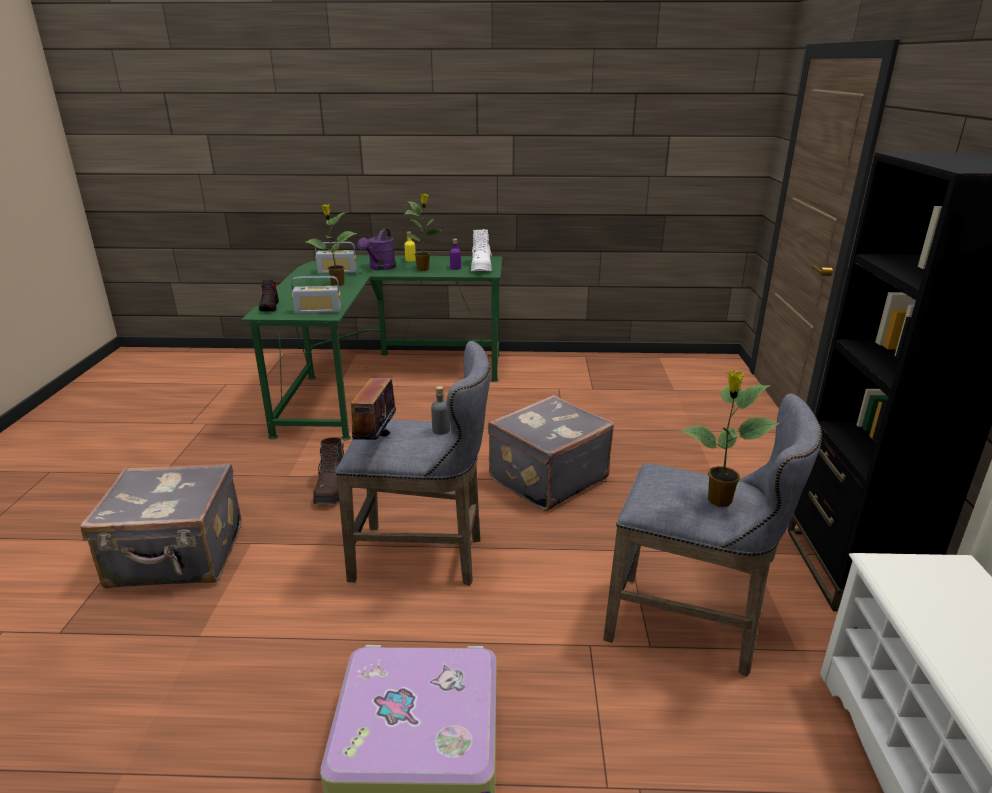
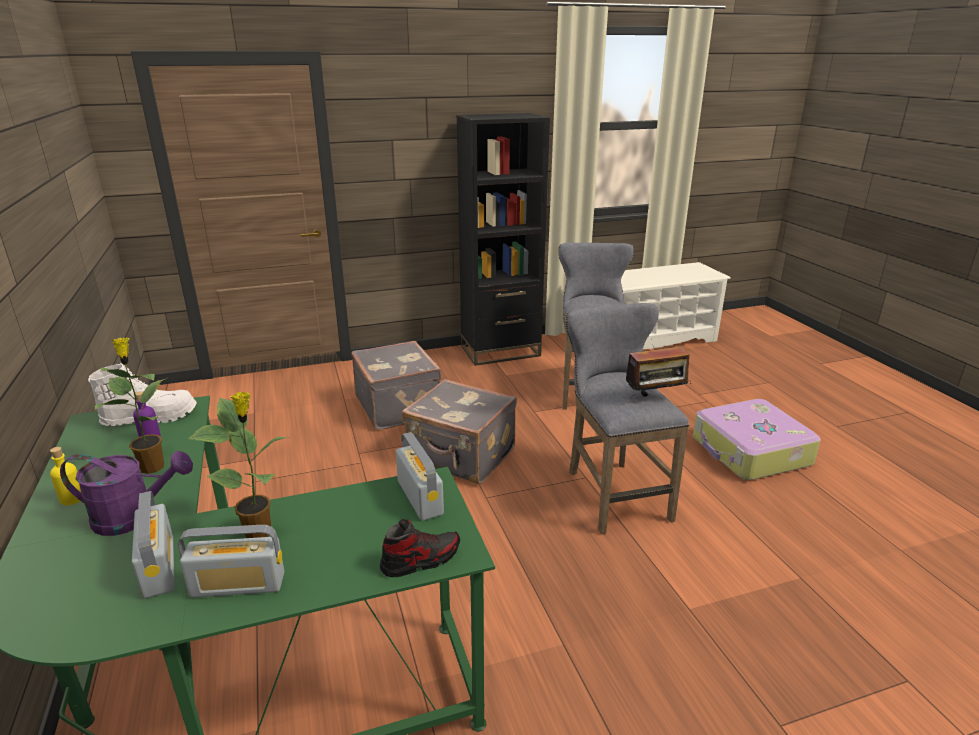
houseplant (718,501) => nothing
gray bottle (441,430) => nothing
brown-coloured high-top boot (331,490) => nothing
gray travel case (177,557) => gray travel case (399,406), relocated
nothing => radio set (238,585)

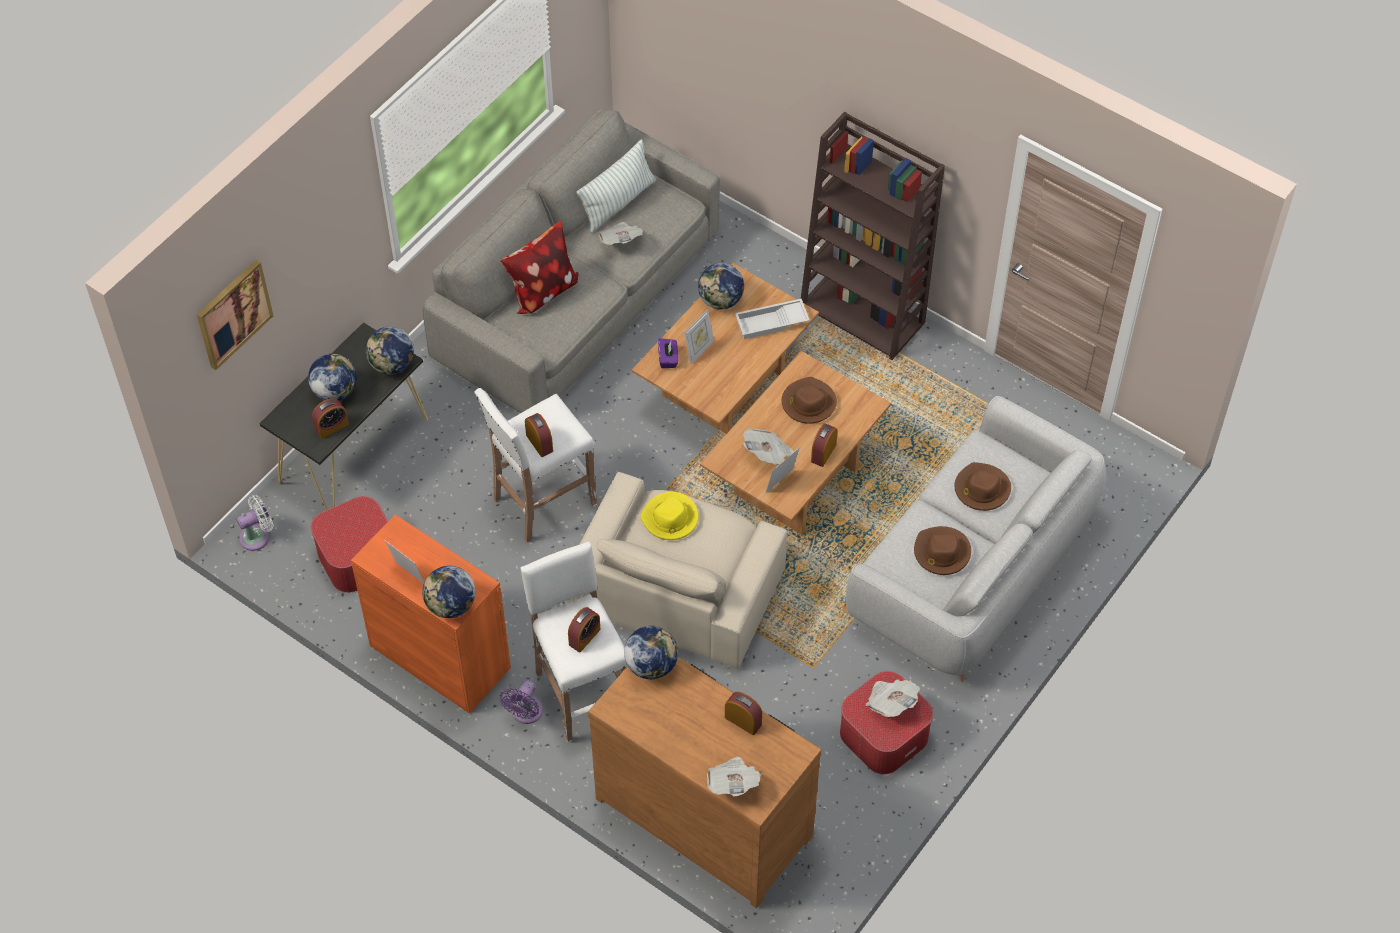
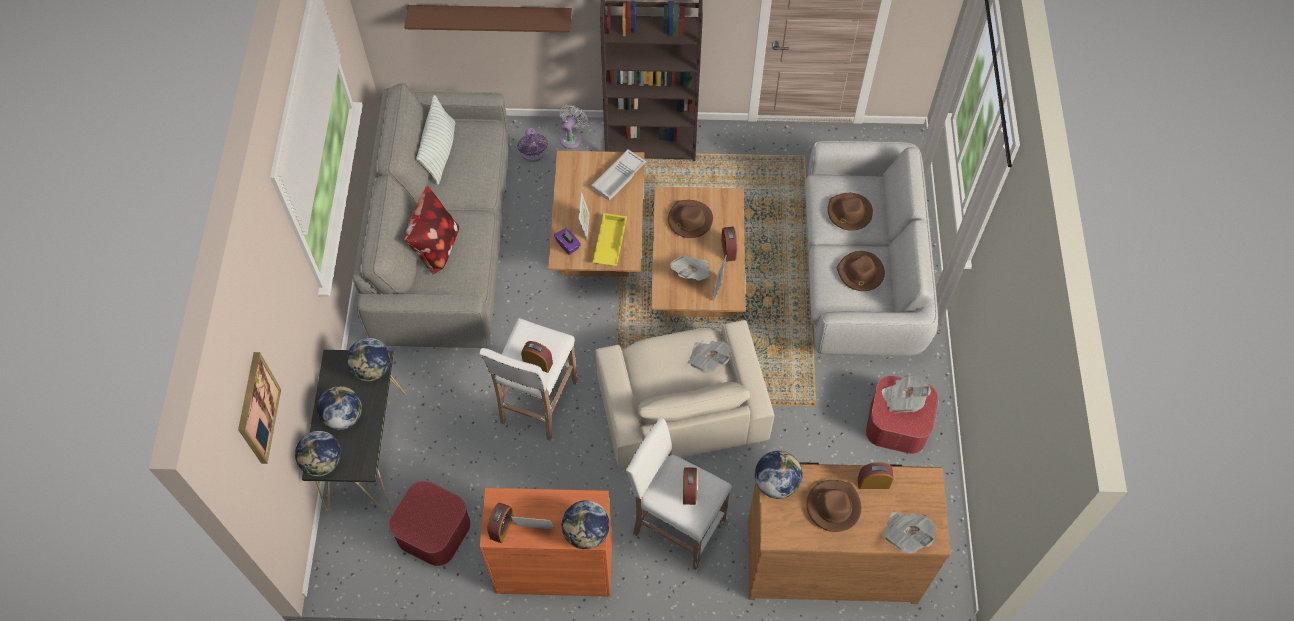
newspaper (621,241) => newspaper (708,360), relocated
desk globe (721,300) => desk globe (323,462), relocated
table clock (331,427) => table clock (502,527), relocated
yellowish hat (670,518) => nothing
whitish fan (257,536) => whitish fan (572,137), relocated
purple fan (525,713) => purple fan (533,155), relocated
nothing => brown-coloured bracket shelf (491,17)
nothing => yellowish serving tray (609,242)
nothing => brown-coloured hat (833,506)

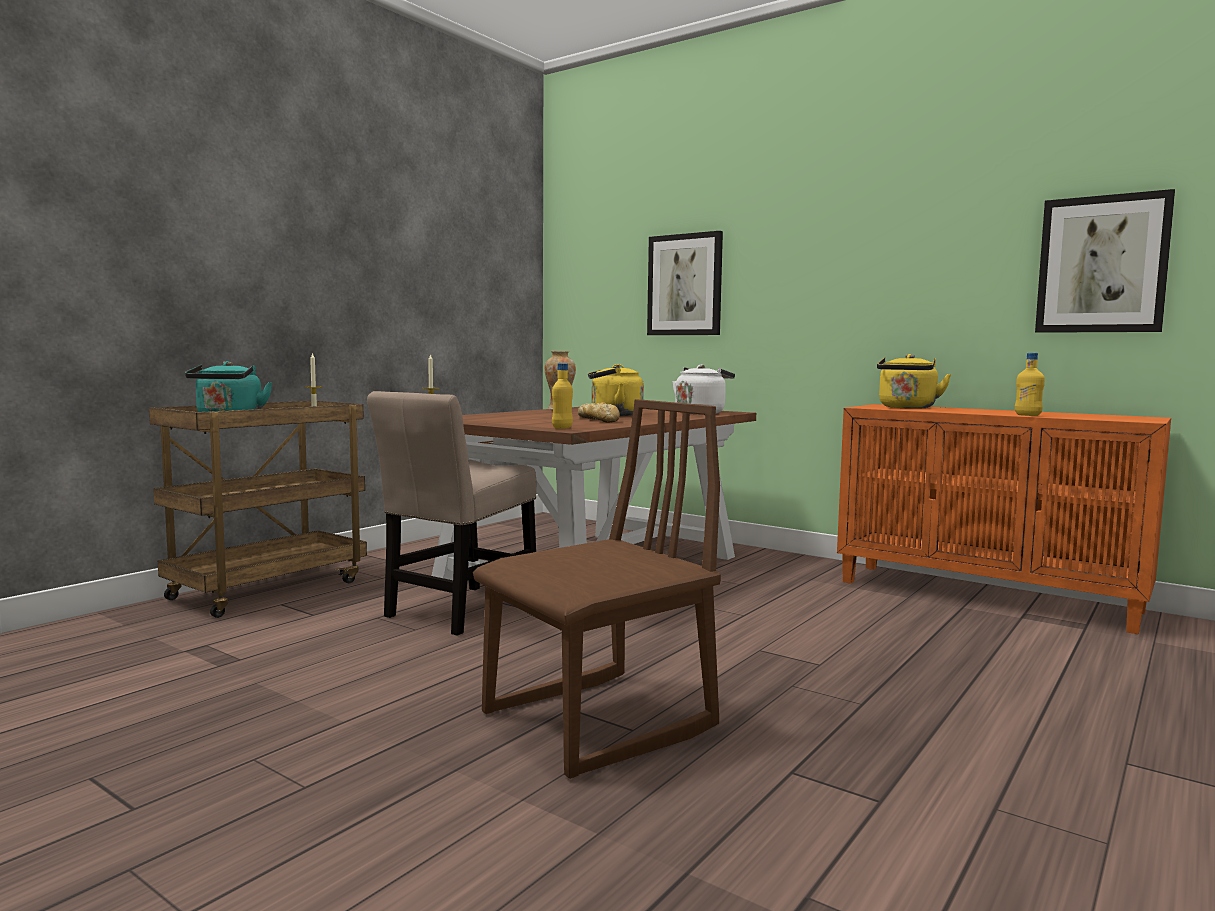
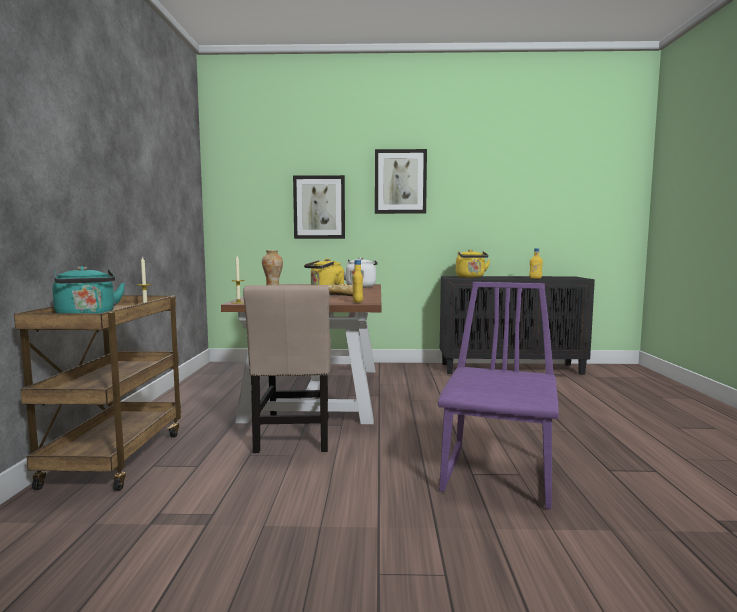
wall picture (1102,265) => wall picture (400,182), relocated
brown-coloured upright chair (599,722) => purple upright chair (499,476)
orangey cabinet (987,596) => black cabinet (511,368)

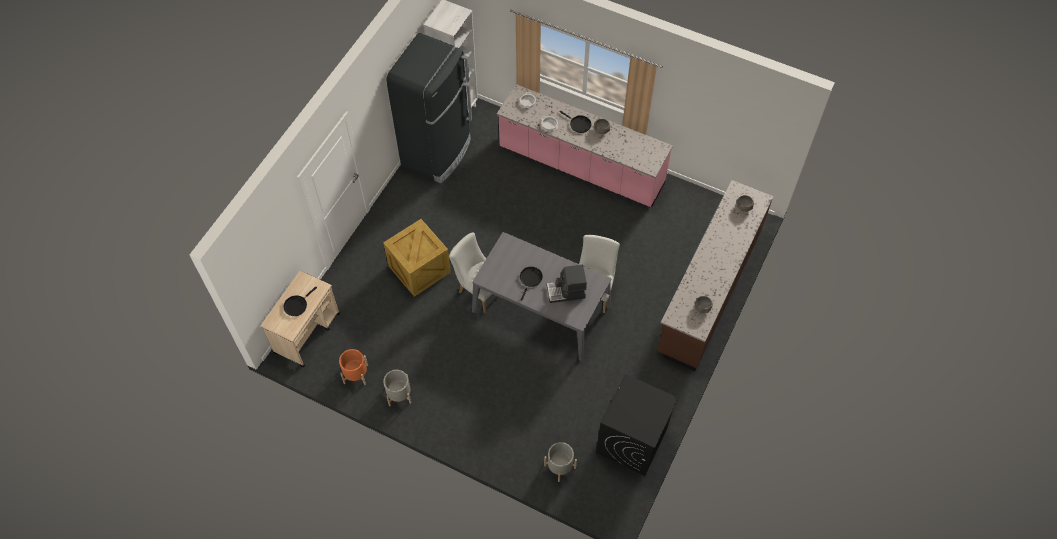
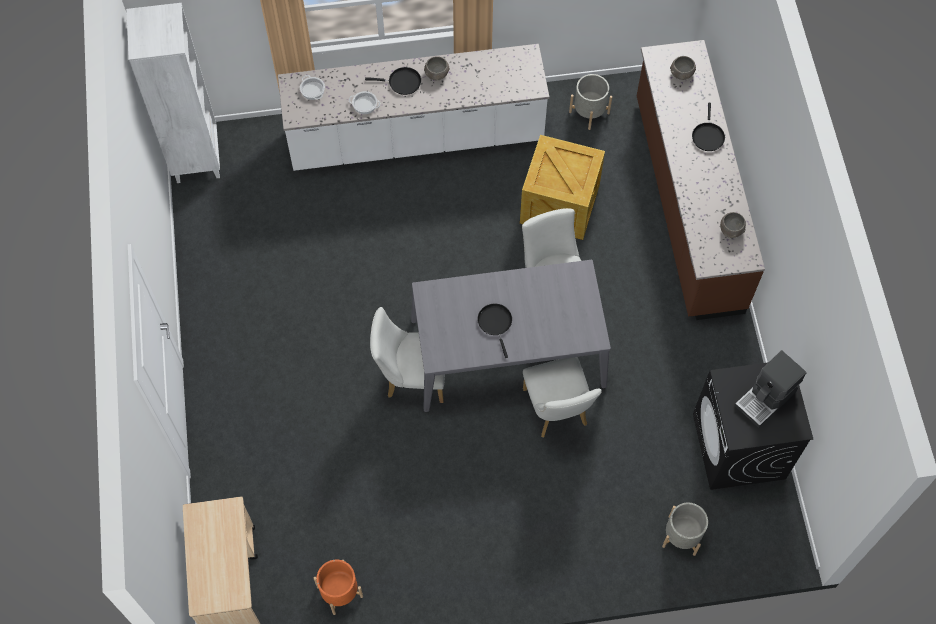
black refrigerator (437,153) => nothing
pink-coloured kitchen base unit (581,167) => whitish kitchen base unit (416,139)
shipping crate (419,268) => shipping crate (559,203), relocated
coffee maker (566,292) => coffee maker (766,398), relocated
black frying pan (297,305) => black frying pan (707,136), relocated
gray plant pot (399,394) => gray plant pot (589,112), relocated
nothing => whitish upright chair (557,411)

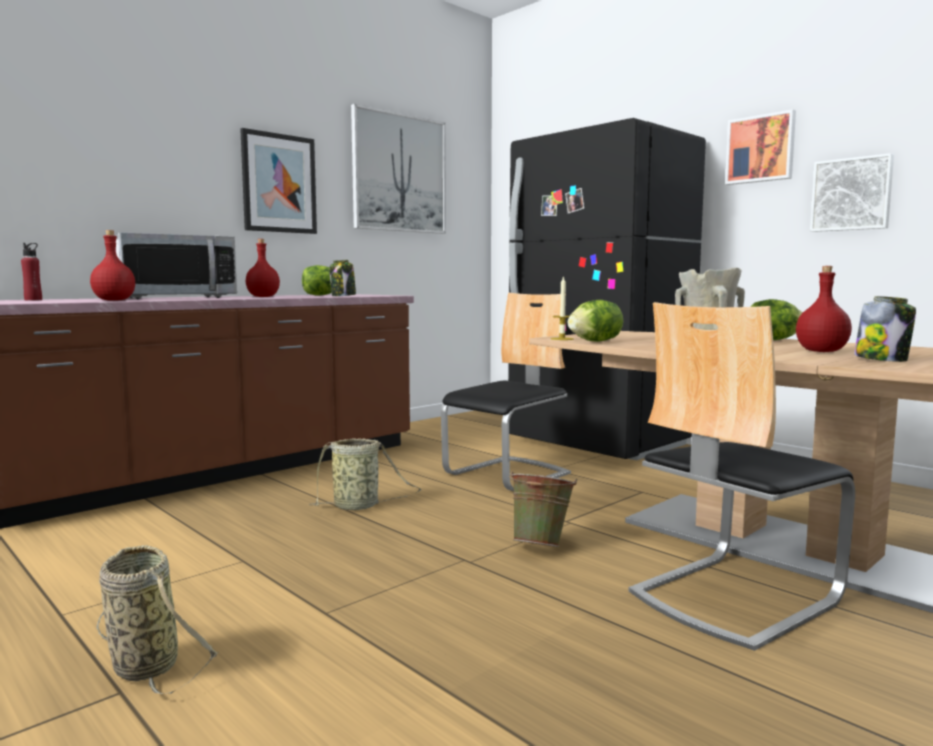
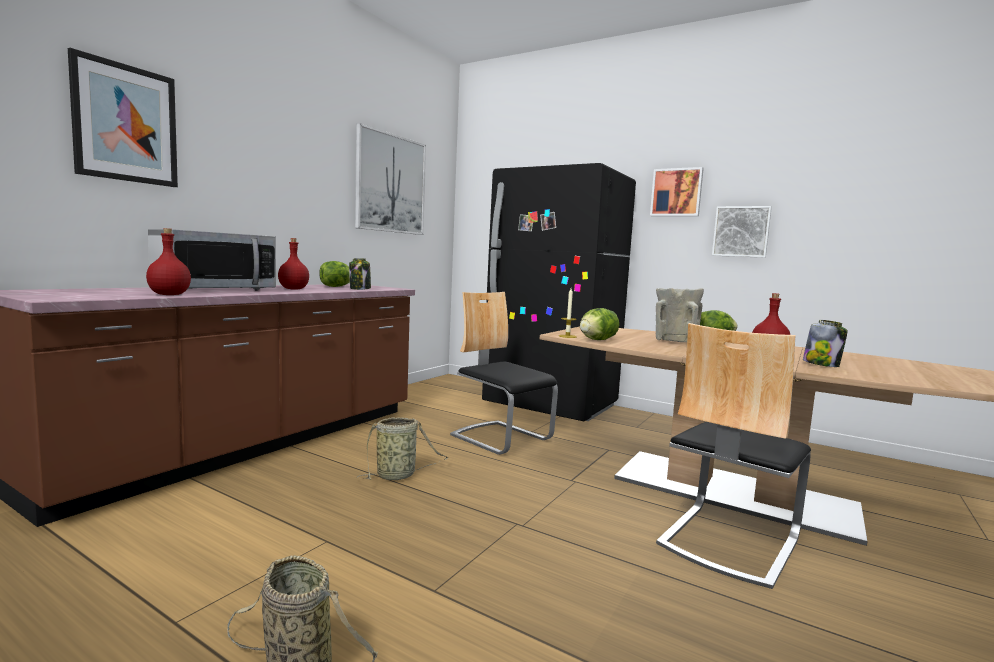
wall picture (279,183) => wall picture (125,123), relocated
red bottle (33,300) => nothing
upright chair (508,474) => upright chair (501,438), 75 degrees counterclockwise
greenish pail (541,545) => nothing

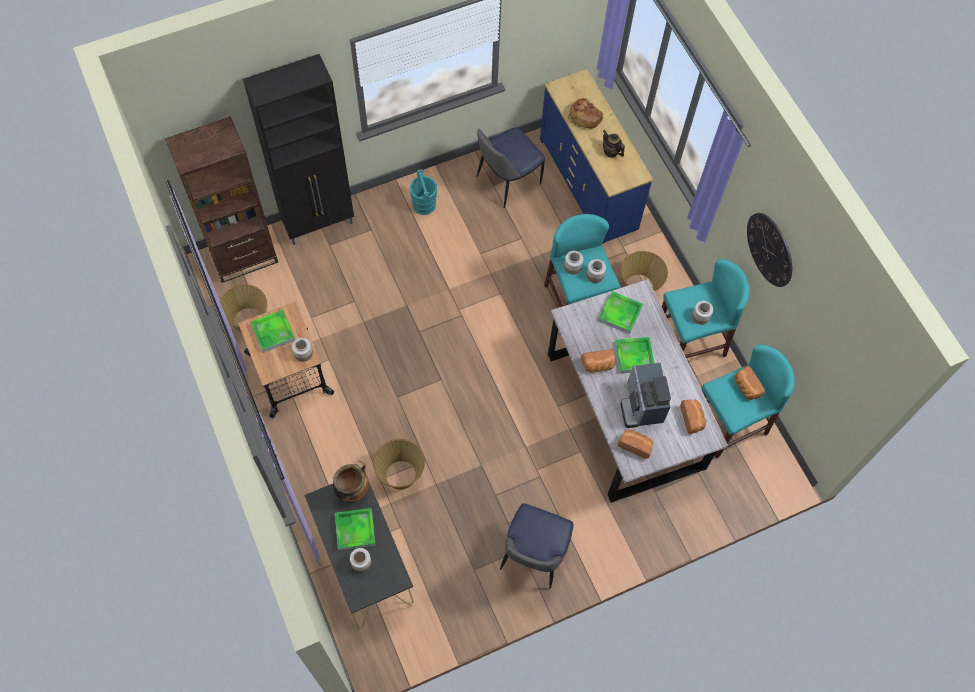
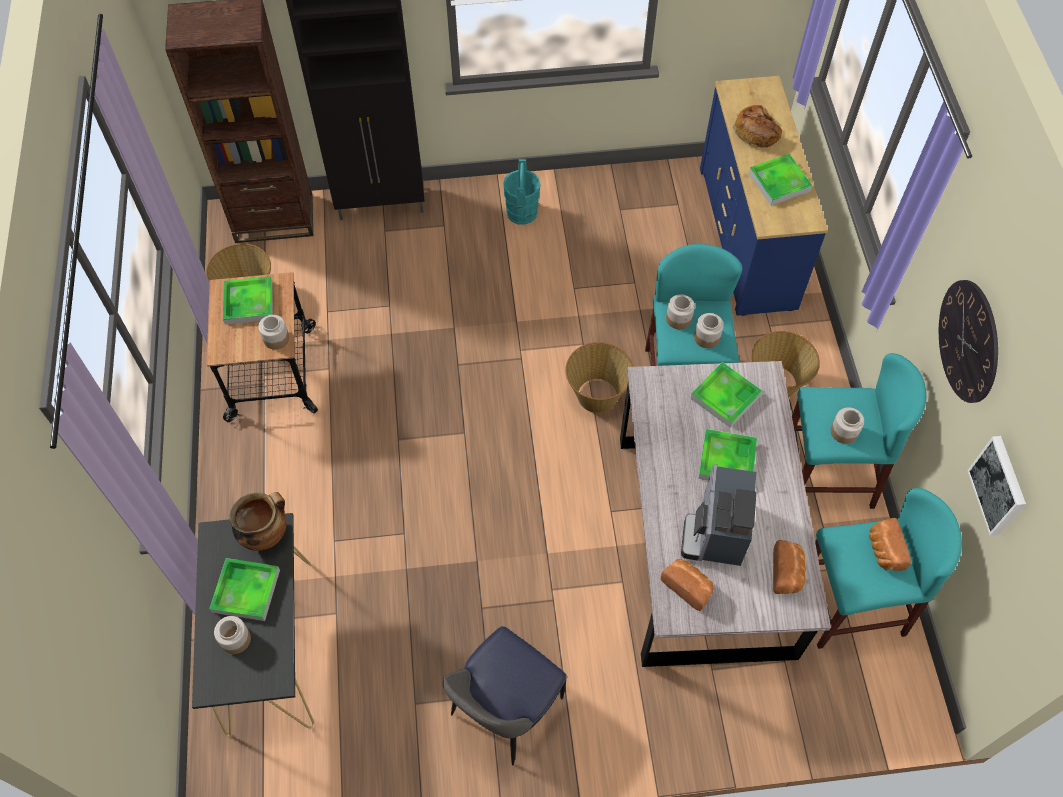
upright chair (507,181) => nothing
tea pot (611,152) => serving tray (779,182)
bakery bread (598,365) => nothing
household basket (400,474) => household basket (597,395), relocated
nothing => wall picture (999,486)

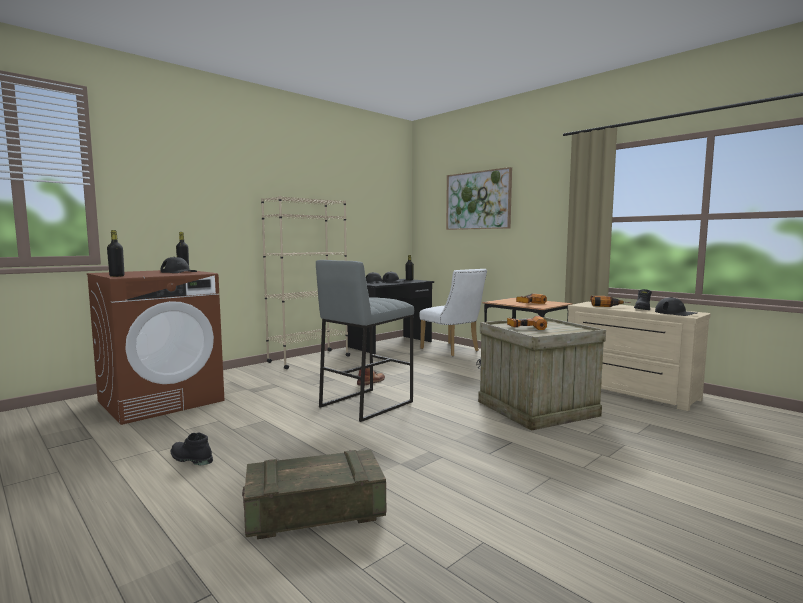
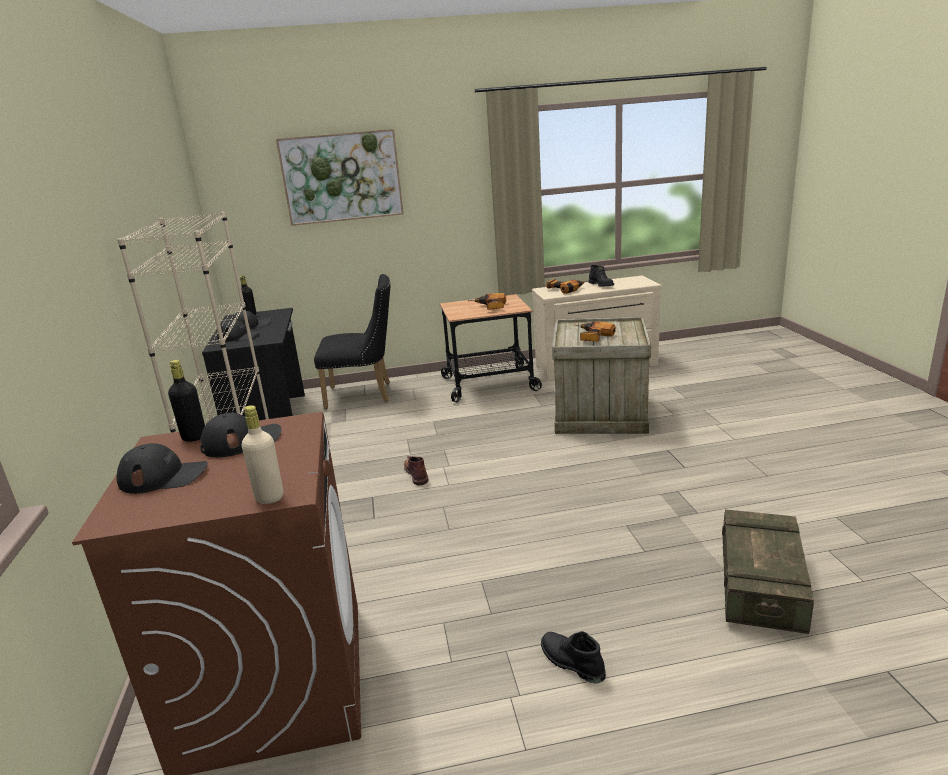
black bottle (117,276) => beige-coloured bottle (269,497)
gray stool seat (366,404) => nothing
whitish upright chair (452,350) => black upright chair (364,395)
black baseball cap (676,313) => black baseball cap (164,476), relocated
black high-top boot (190,459) => black high-top boot (571,662), 75 degrees clockwise

